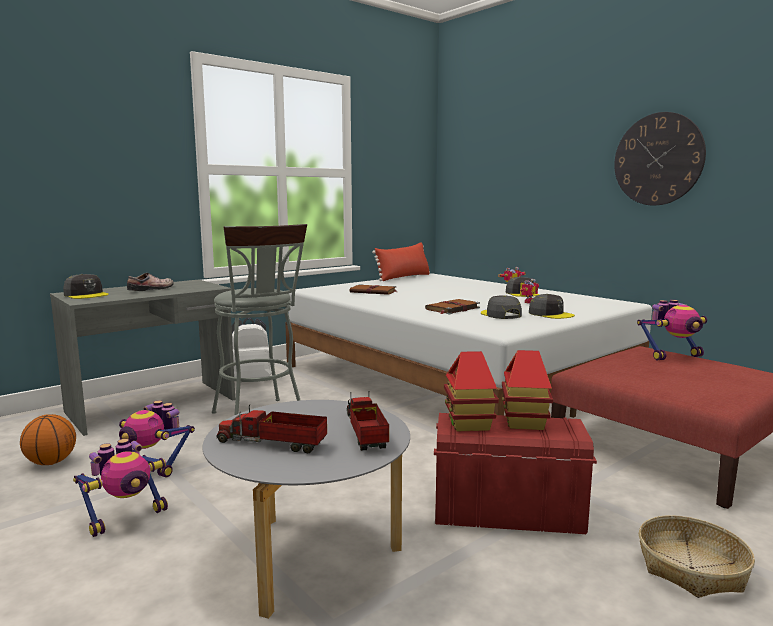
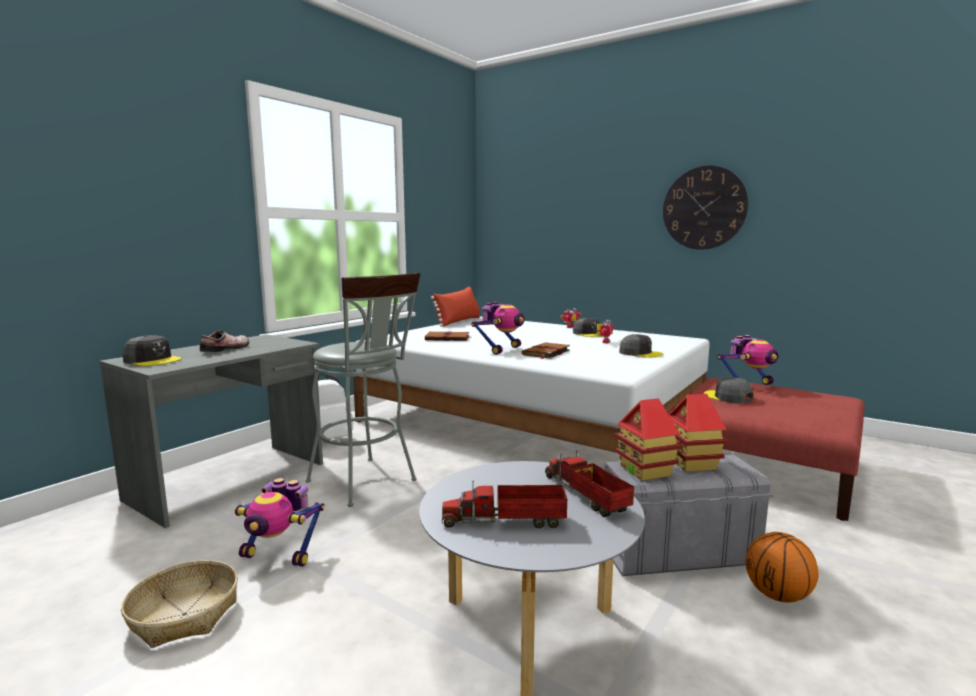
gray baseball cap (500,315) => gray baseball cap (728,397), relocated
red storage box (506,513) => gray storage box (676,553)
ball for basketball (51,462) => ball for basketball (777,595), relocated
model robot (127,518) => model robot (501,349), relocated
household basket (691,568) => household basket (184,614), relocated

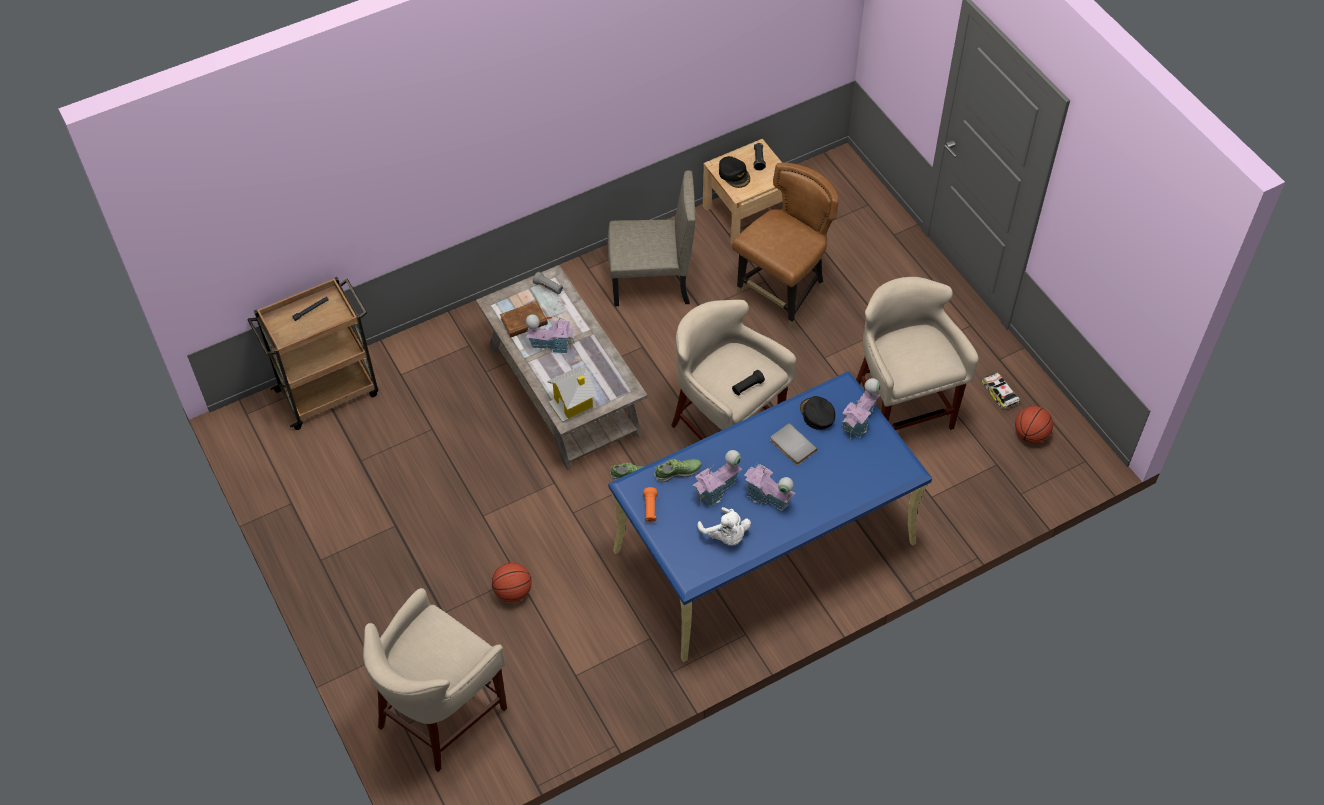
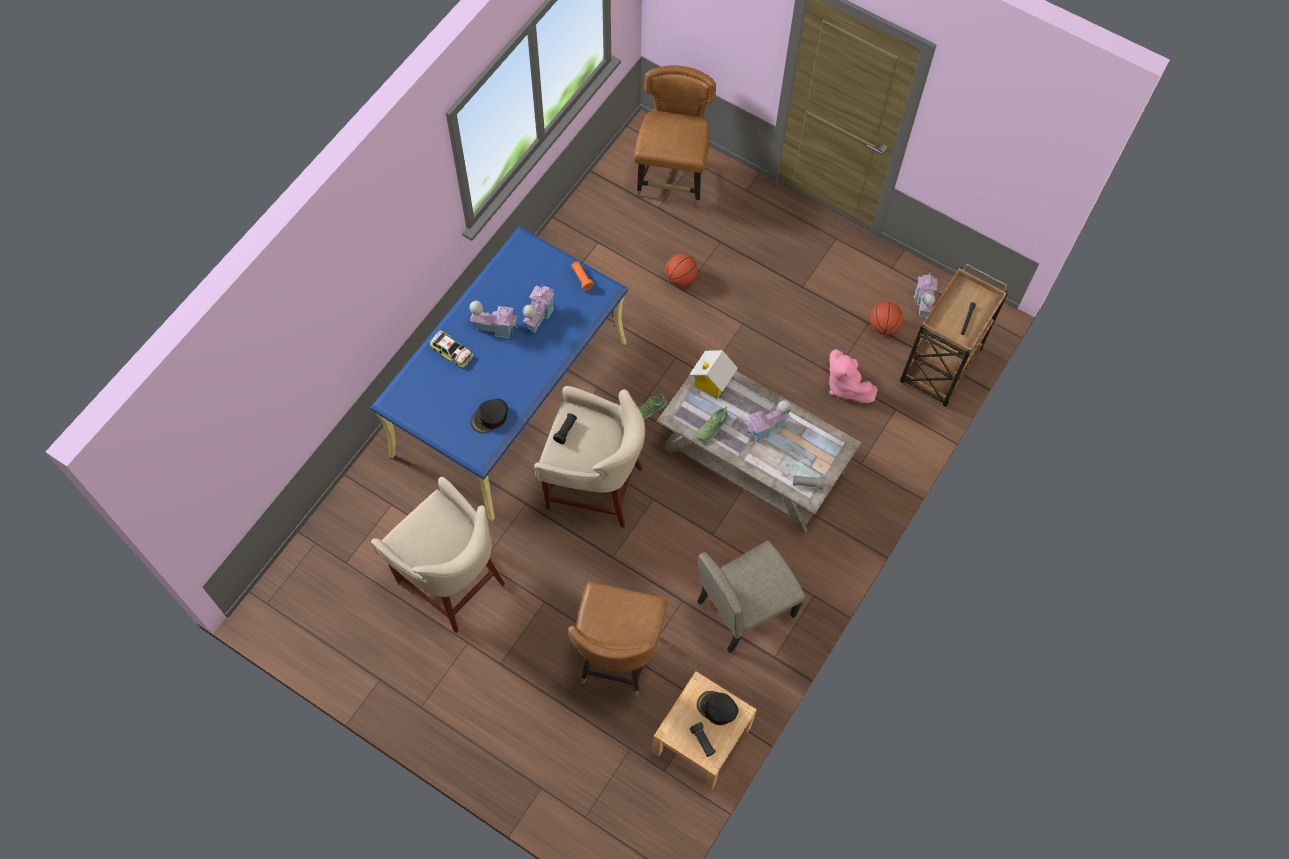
brown-coloured book (524,322) => nothing
model car (999,393) => model car (452,351), relocated
miniature house (859,421) => miniature house (922,303), relocated
black baseball cap (817,414) => black baseball cap (490,417), 105 degrees clockwise
ball for basketball (1030,435) => ball for basketball (883,326), relocated
gray book (791,446) => nothing
low shoe (678,472) => low shoe (711,427), relocated
whitish plush toy (726,536) => nothing
beige-coloured stool seat (442,714) => brown-coloured upright chair (672,179)
nothing => pink-coloured plush toy (845,385)

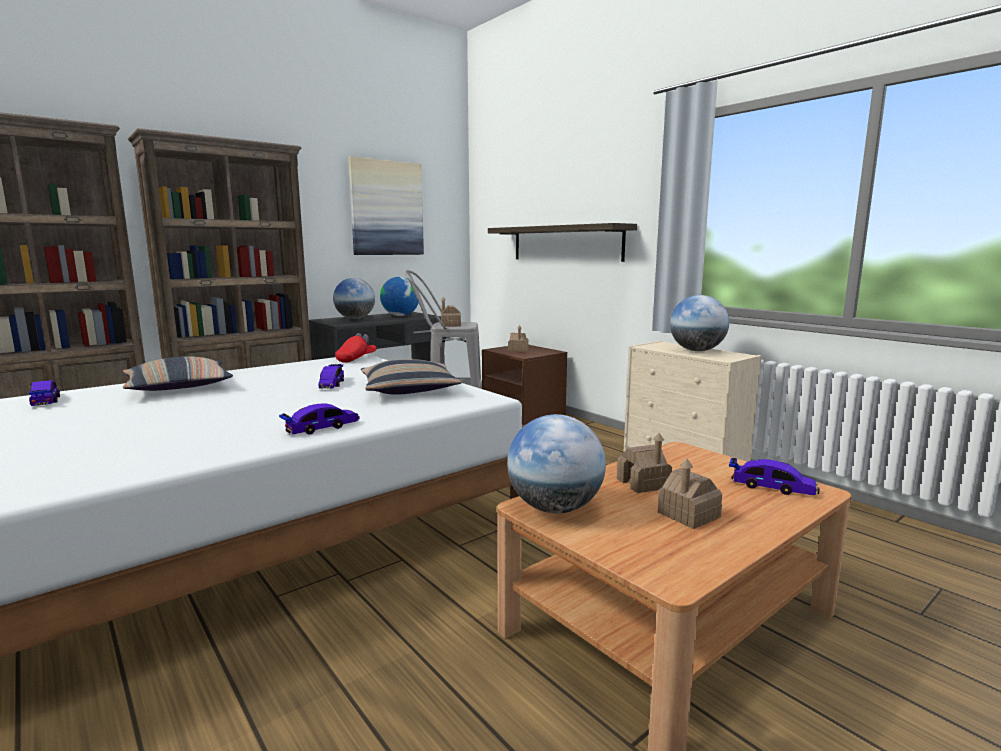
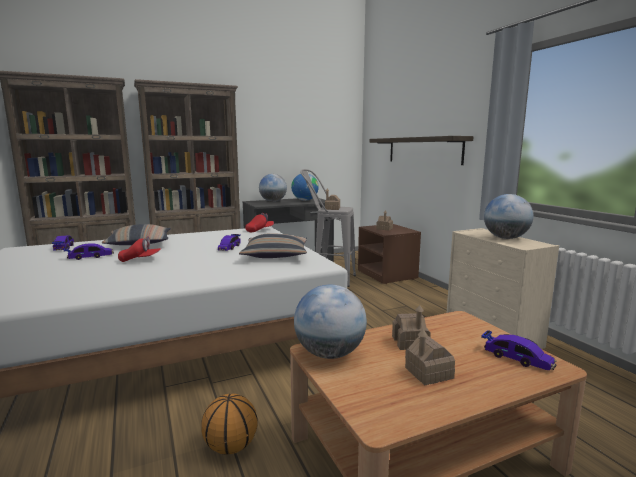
wall picture (386,208) => nothing
model car (322,428) => model car (90,257), relocated
nothing => red baseball cap (140,260)
nothing => ball for basketball (230,447)

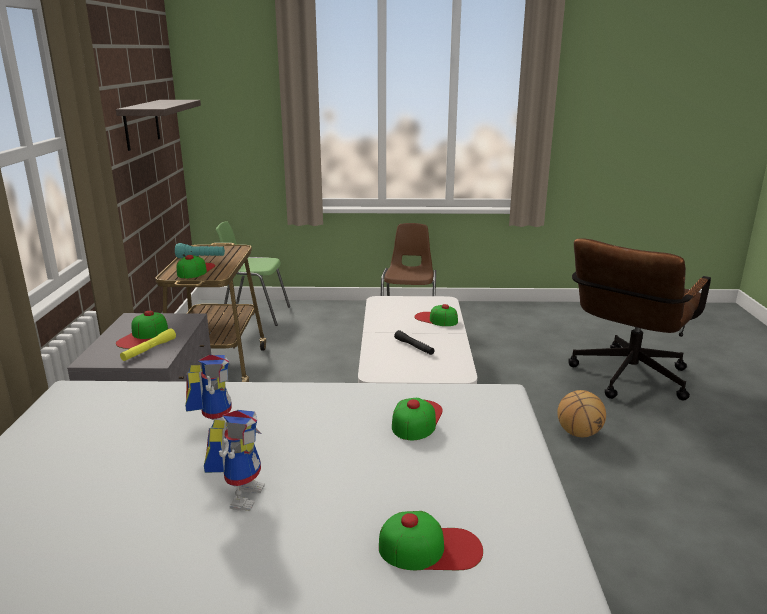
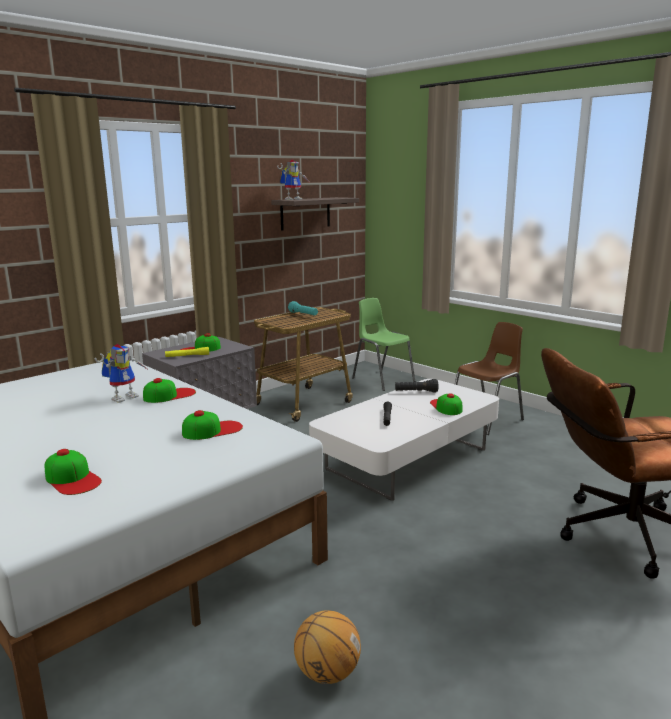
baseball cap (195,270) => baseball cap (169,395), relocated
ball for basketball (578,433) => ball for basketball (327,673), relocated
model robot (242,494) => model robot (293,199), relocated
nothing => black flashlight (416,392)

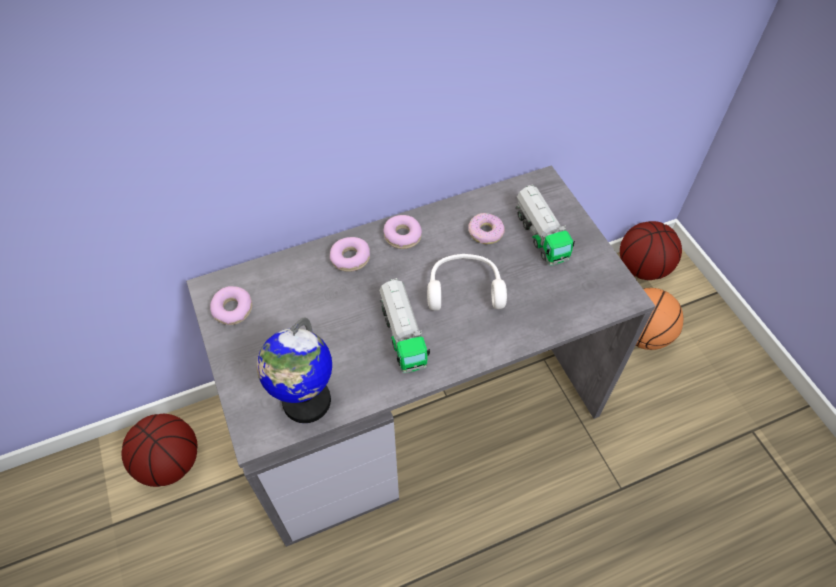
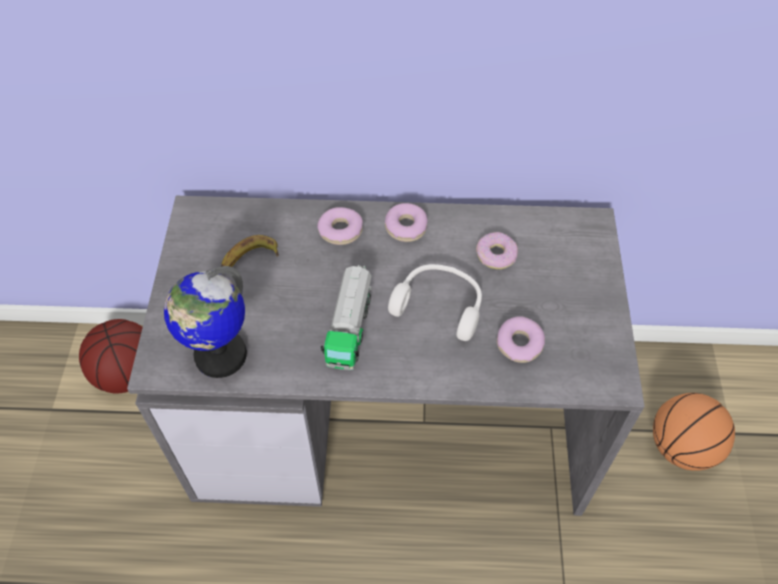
model truck (540,235) => nothing
ball for basketball (643,268) => nothing
ring doughnut (232,309) => ring doughnut (519,344), relocated
nothing => banana fruit (249,258)

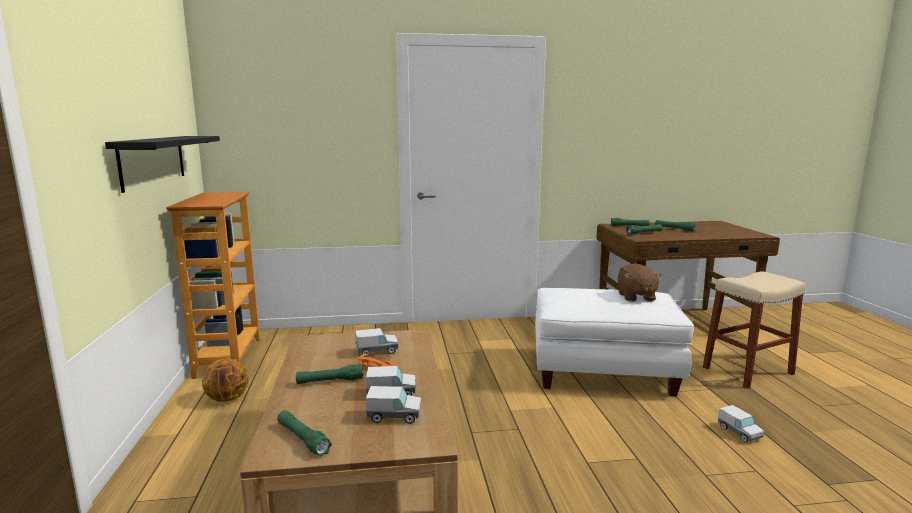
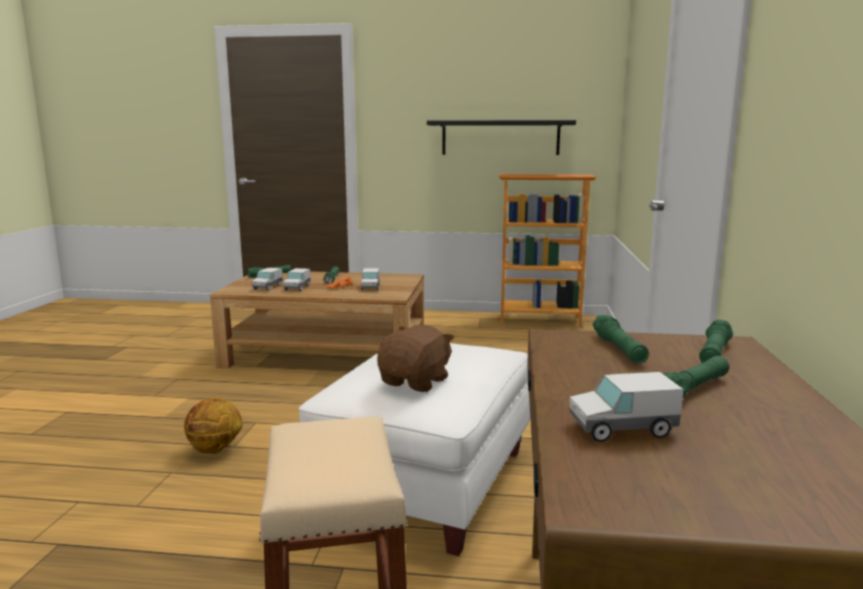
brown-coloured plush toy (636,297) => brown-coloured plush toy (416,382), 105 degrees clockwise
ball for basketball (227,399) => ball for basketball (214,450), relocated
model truck (739,433) => model truck (622,428), relocated

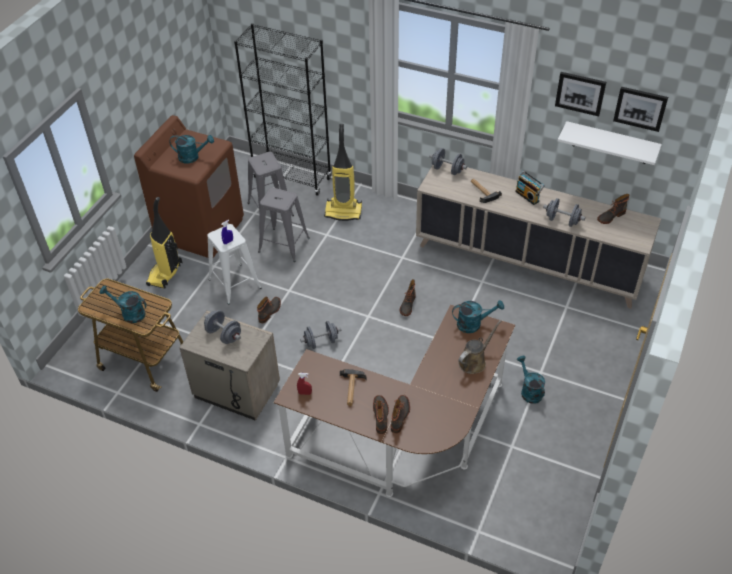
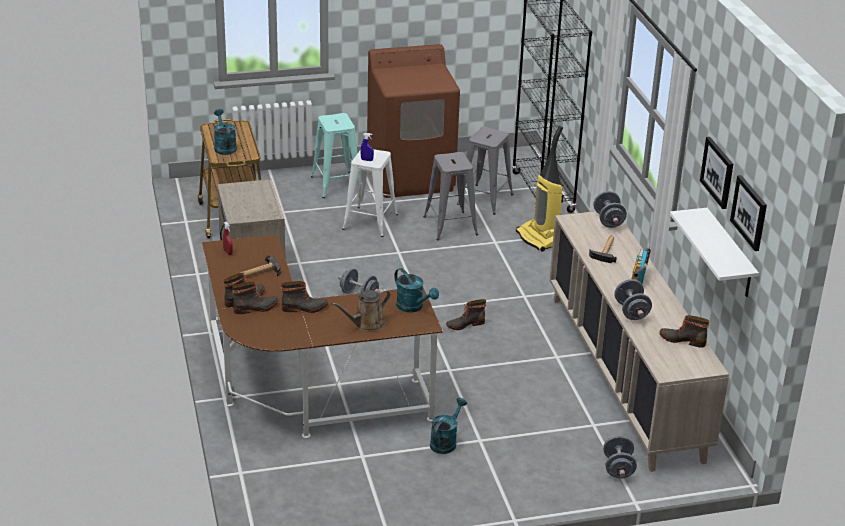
turquoise-coloured watering can (192,157) => nothing
hoover (165,274) => turquoise-coloured stool seat (336,184)
high-top boot (270,311) => high-top boot (304,308), relocated
gray dumbbell (224,335) => gray dumbbell (618,468), relocated
brown-coloured watering can (474,361) => brown-coloured watering can (366,324), 135 degrees clockwise

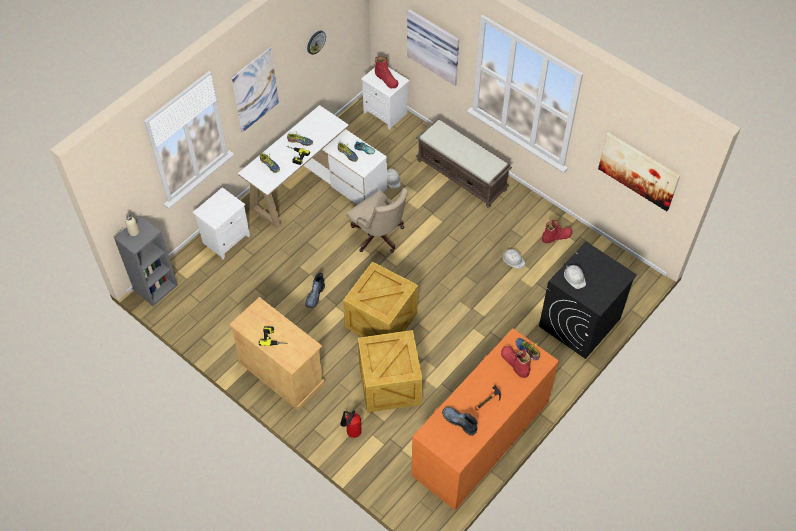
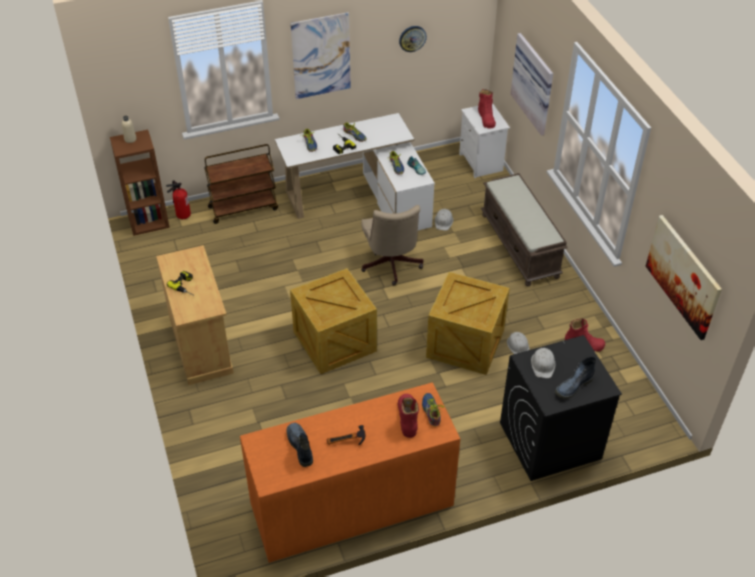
whitish night table (226,238) => brown-coloured cart (243,208)
gray bookcase (155,287) => brown-coloured bookcase (149,221)
high-top boot (315,296) => high-top boot (573,387), relocated
shipping crate (389,385) => shipping crate (464,344), relocated
fire extinguisher (351,432) => fire extinguisher (181,215), relocated

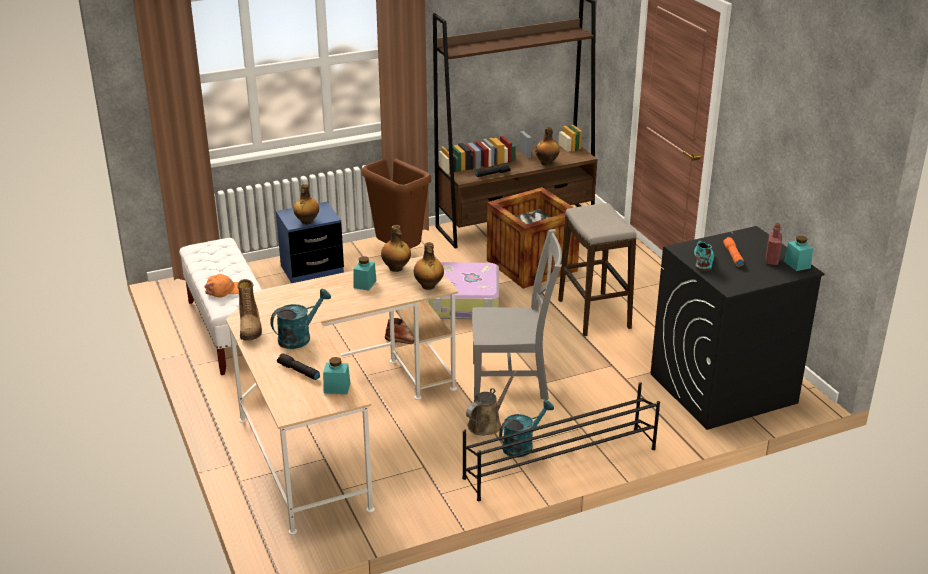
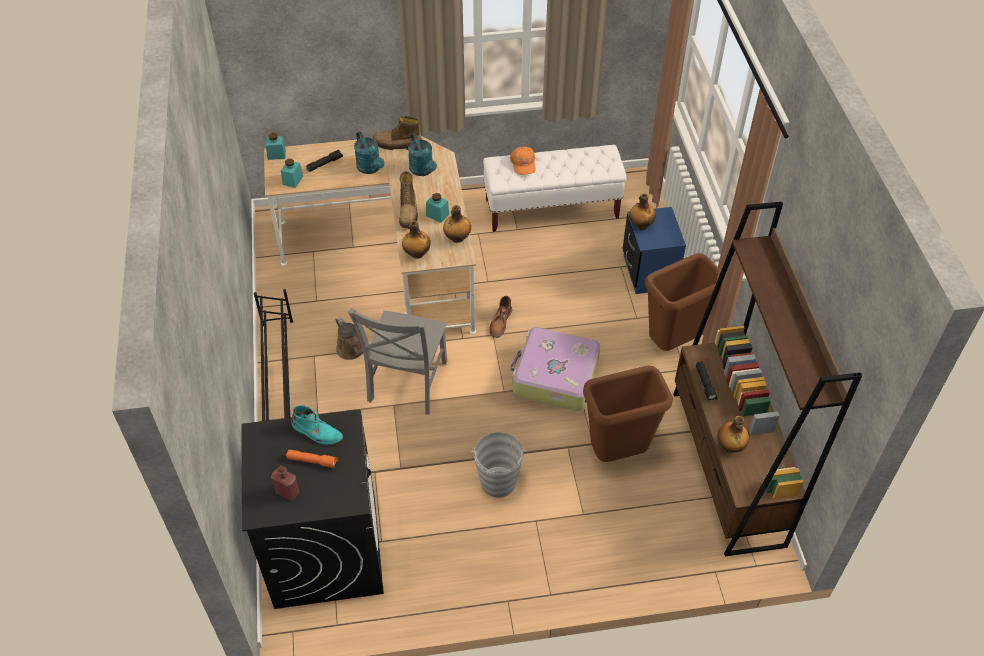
shipping crate (531,265) => brown-coloured waste bin (617,455)
stool seat (594,314) => gray pail (498,483)
turquoise-coloured preserve jar (797,264) => turquoise-coloured preserve jar (276,154), relocated
turquoise-coloured watering can (522,445) => turquoise-coloured watering can (423,171), relocated
nothing => high-top boot (408,212)

